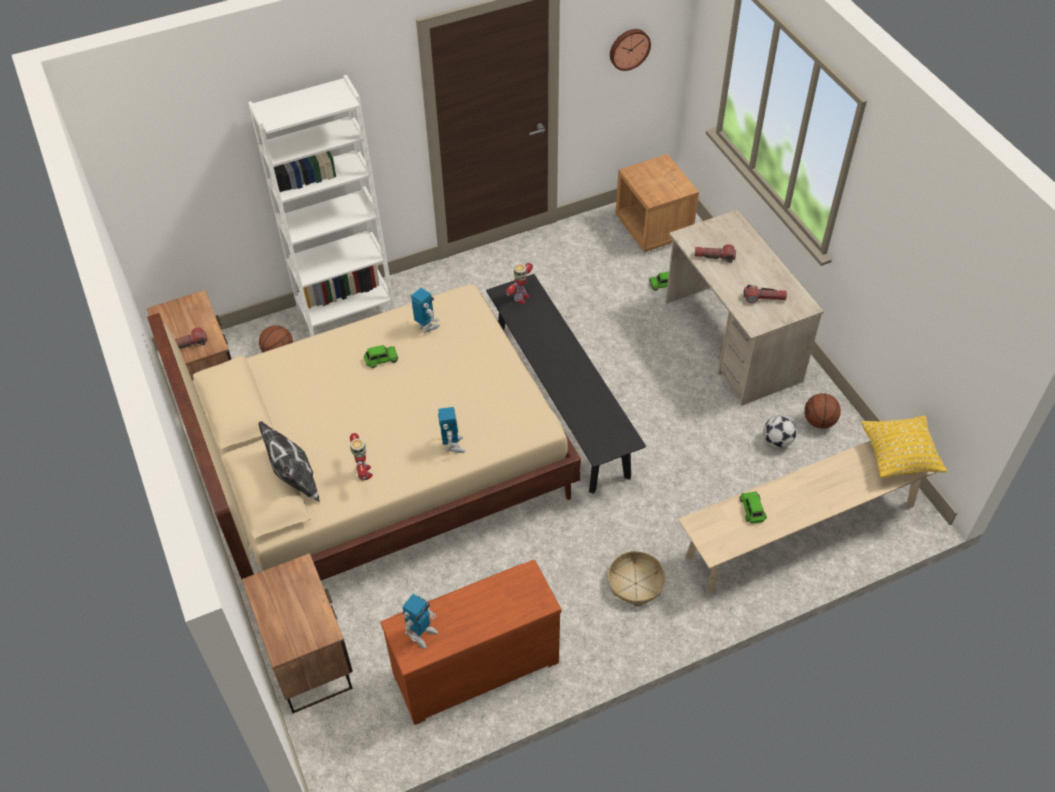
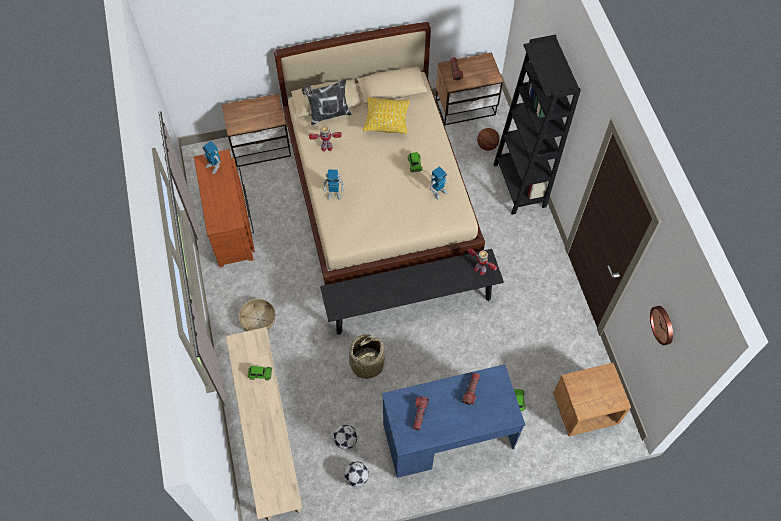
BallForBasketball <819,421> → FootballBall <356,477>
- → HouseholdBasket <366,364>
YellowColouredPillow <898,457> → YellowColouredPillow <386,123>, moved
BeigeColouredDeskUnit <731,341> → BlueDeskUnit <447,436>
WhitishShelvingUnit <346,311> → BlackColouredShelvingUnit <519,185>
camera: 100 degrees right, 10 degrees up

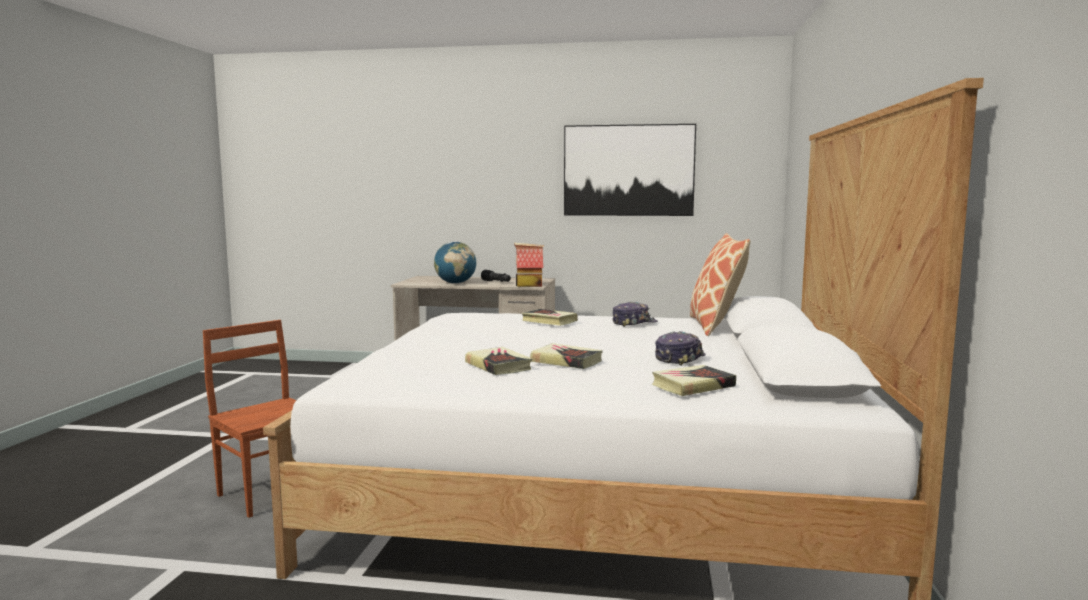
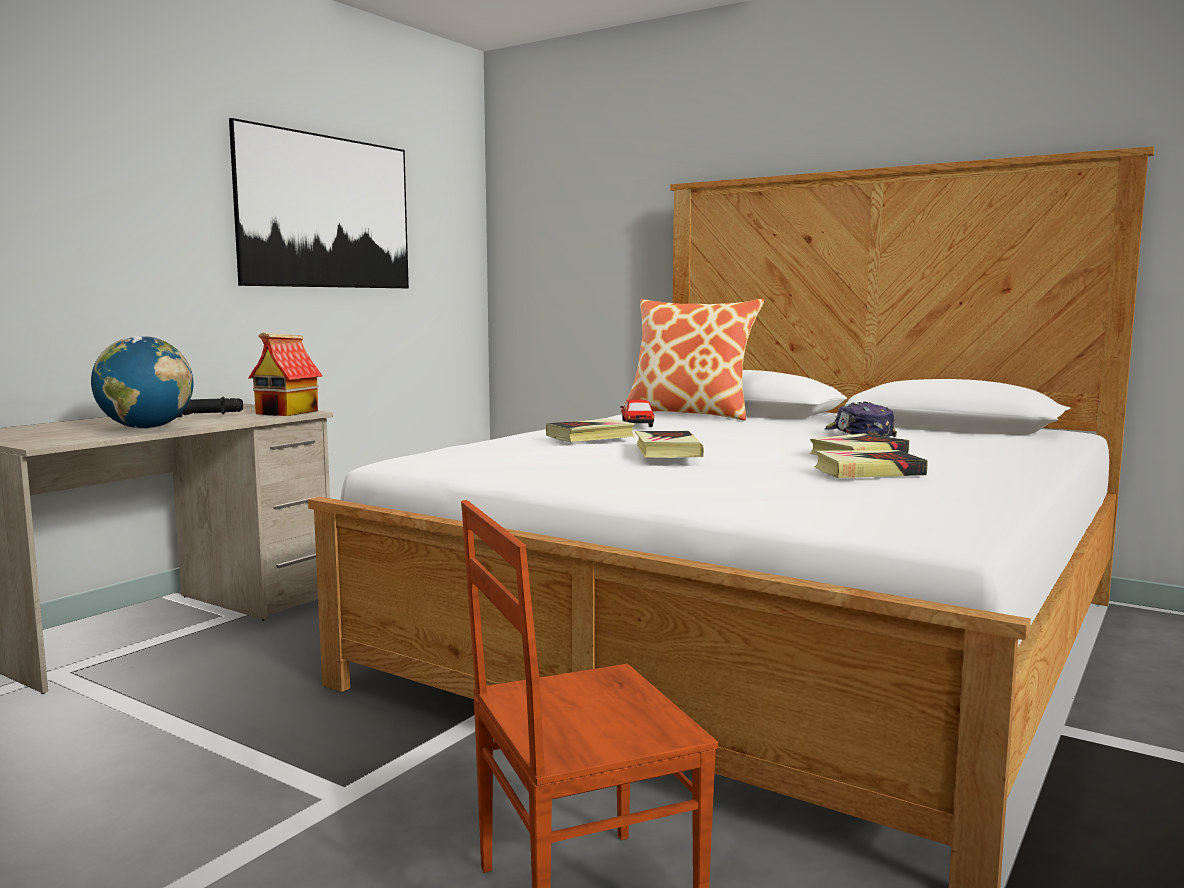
BaseballCap <634,323> → ToyCar <637,424>
BoundBook <693,386> → BoundBook <667,451>, moved
camera: 65 degrees left, 0 degrees up

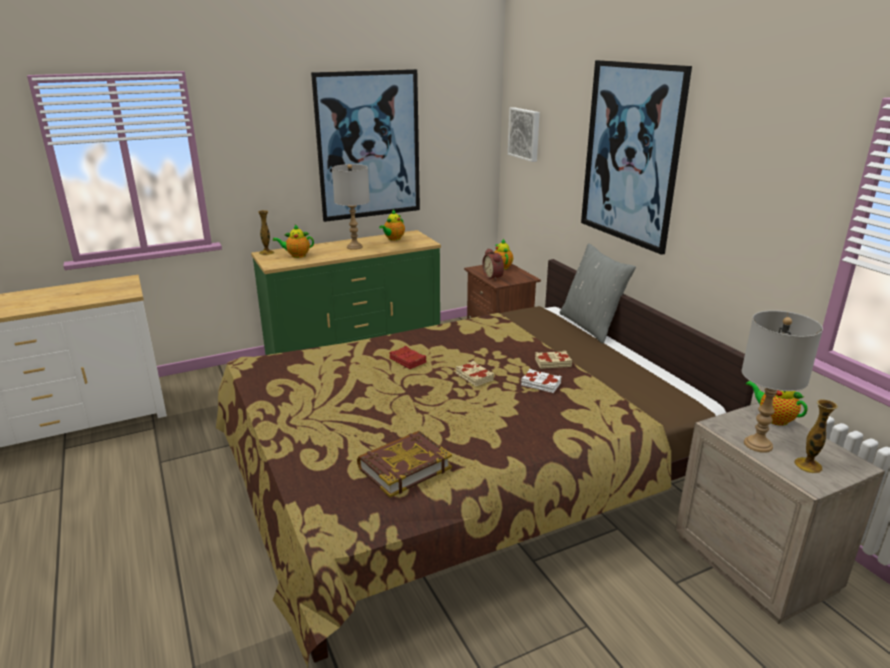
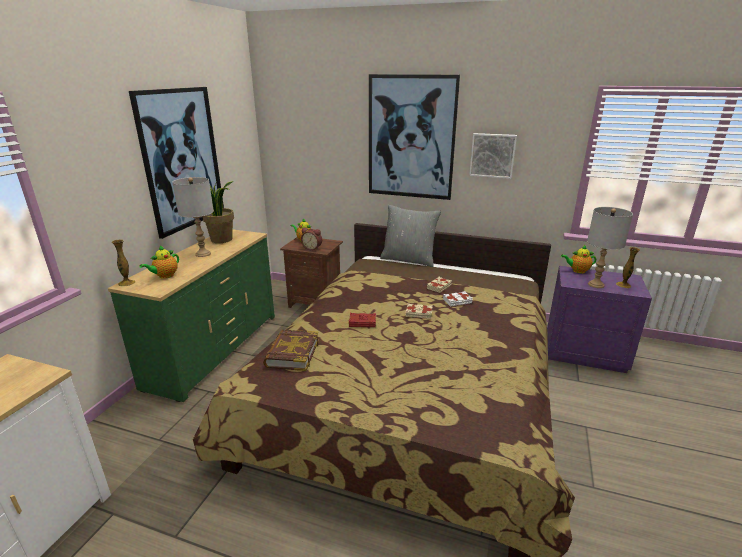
TeaPot <393,239> → Houseplant <222,239>
BoundBook <404,467> → BoundBook <292,353>, moved
WallPicture <525,134> → WallPicture <492,155>, moved
BeigeColouredNightstand <755,563> → PurpleNightstand <584,352>
camera: 45 degrees left, 0 degrees up

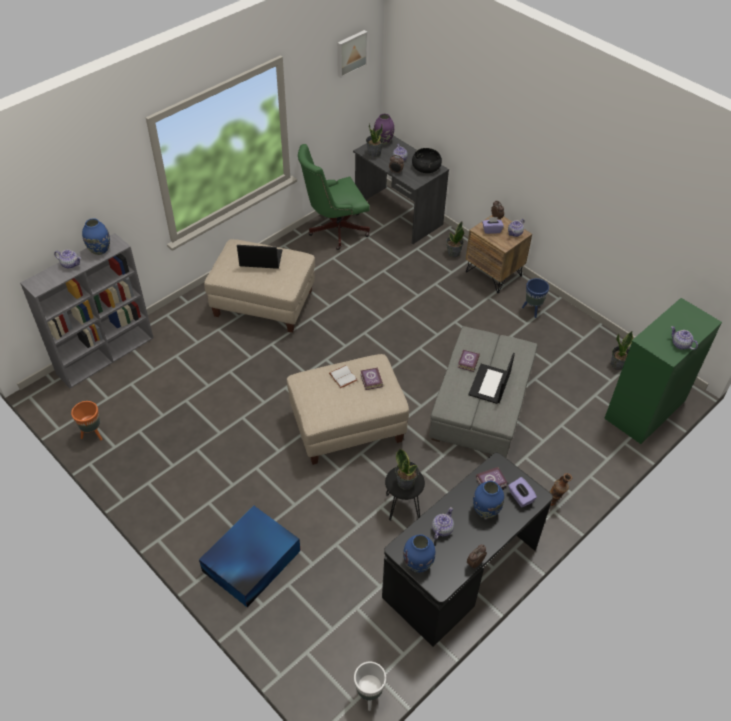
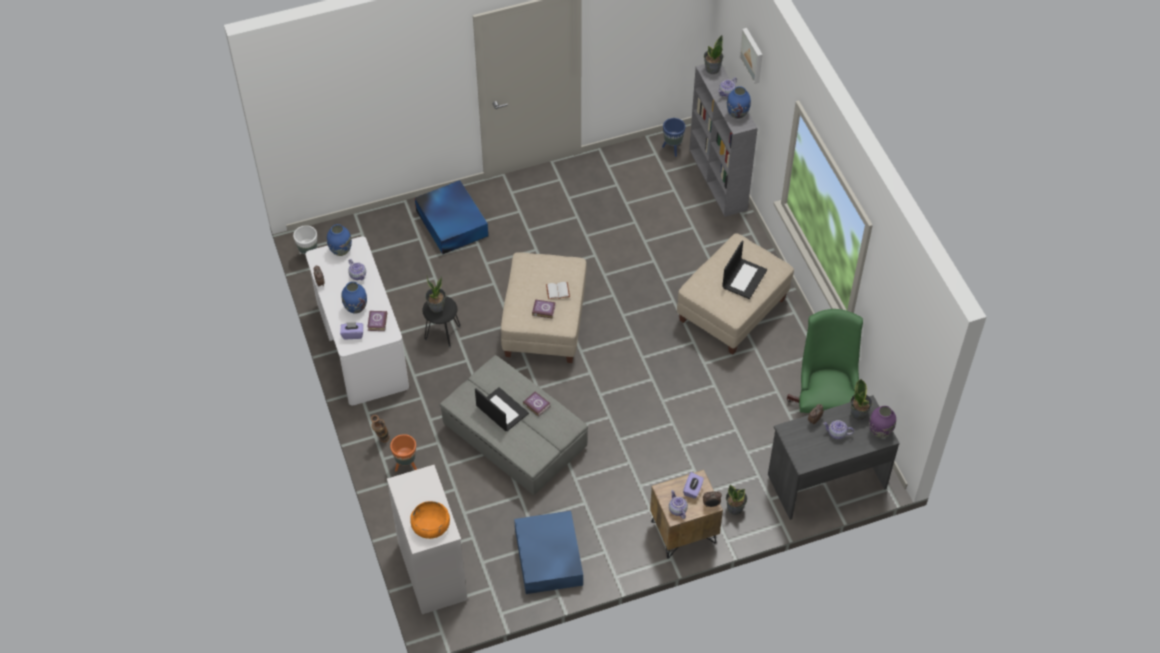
BlackColouredDeskUnit <460,574> → WhitishDeskUnit <361,346>
GreenColouredChestOfDrawers <644,410> → WhitishChestOfDrawers <432,570>
OrangeColouredPlantPot <93,434> → OrangeColouredPlantPot <406,465>, moved
- → OrangeColouredDeepDish <430,525>
- → BlueStorageBox <548,558>
BluePlantPot <532,310> → BluePlantPot <672,149>, moved
Houseplant <618,365> → Houseplant <712,69>, moved
WallPicture <350,53> → WallPicture <753,55>, moved
BlackColouredDeepDish <426,167> → -
TeaPot <680,344> → -
camera: 115 degrees right, 5 degrees up

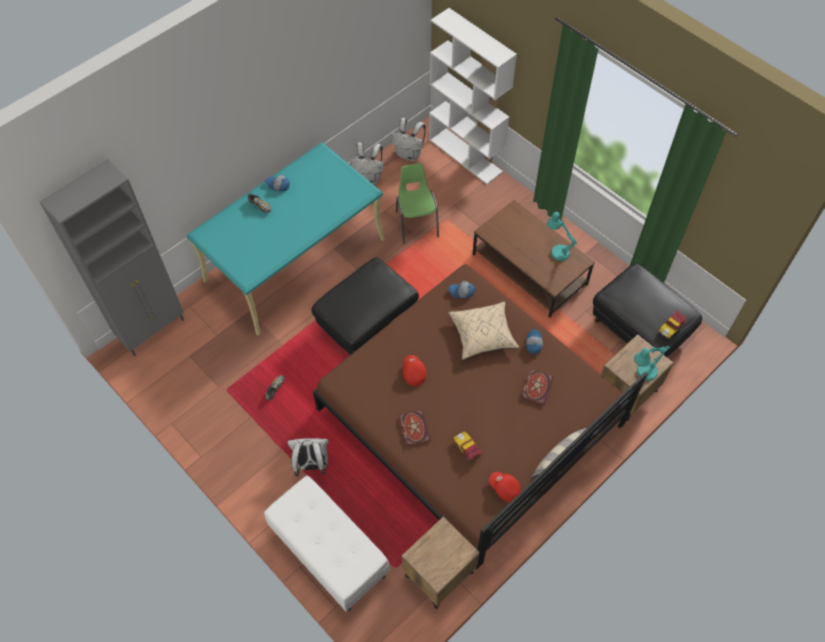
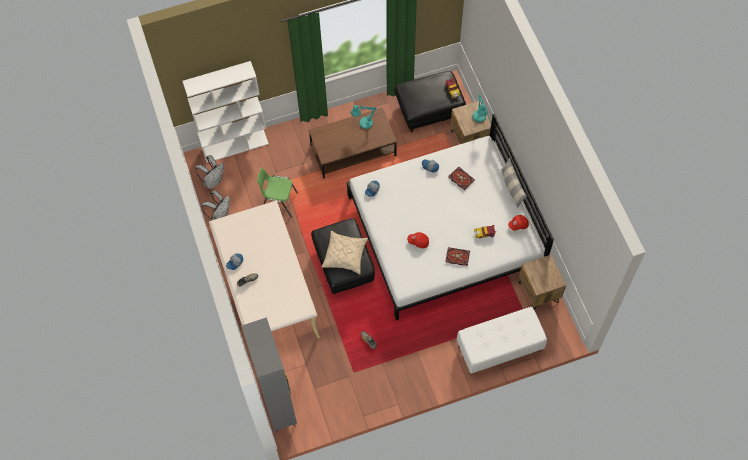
TurquoiseDeskUnit <295,259> → BeigeColouredDeskUnit <267,291>
BeigeColouredPillow <483,335> → BeigeColouredPillow <345,255>, moved
BrownBedroomBed <470,417> → WhitishBedroomBed <444,232>
WhitishKnapsack <311,465> → -
camera: 65 degrees left, 5 degrees up

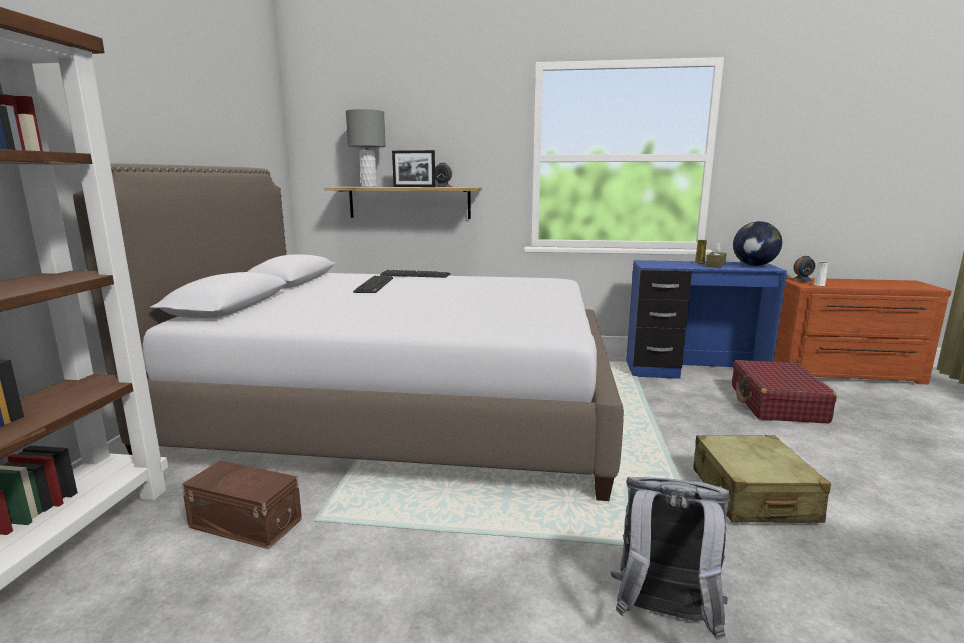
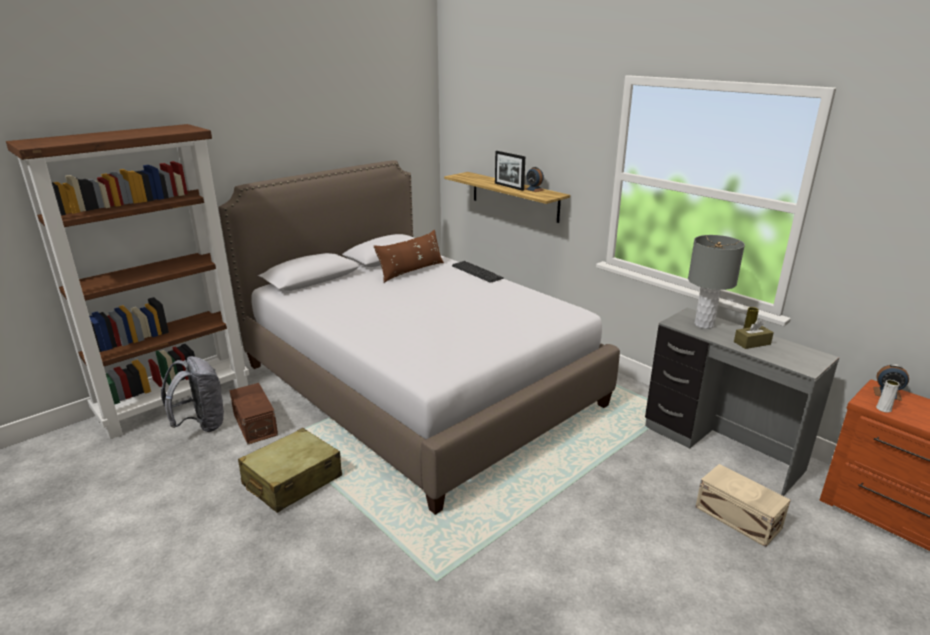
GreyKnapsack <663,616> → GreyKnapsack <201,425>, moved
BeigeColouredSuitcase <752,495> → BeigeColouredSuitcase <292,481>, moved
- → BrownPillow <411,271>
BlueDeskUnit <694,372> → GreyDeskUnit <720,448>
GreyTabletopLamp <368,186> → GreyTabletopLamp <703,324>, moved
RedColouredSuitcase <777,404> → BeigeColouredStorageBox <738,518>
PcKeyboard <374,285> → -
Globe <754,265> → -
camera: 40 degrees right, 10 degrees up

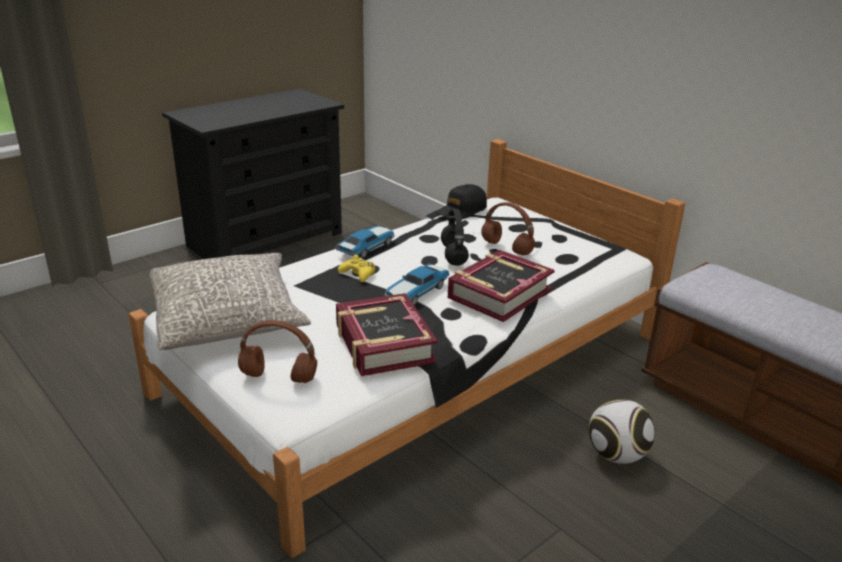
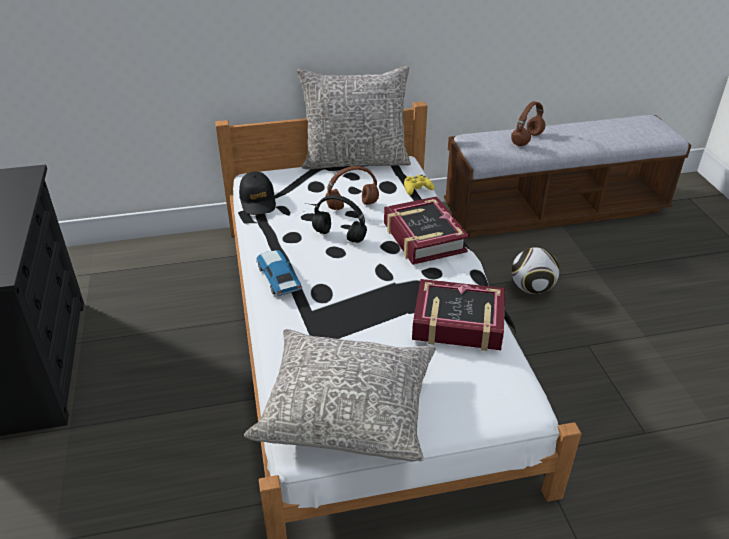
- → GreyPillow <355,160>
YellowColouredGamepad <358,274> → YellowColouredGamepad <417,188>, moved
BrownHeadset <277,377> → BrownHeadset <527,140>, moved
ToyCar <416,292> → -
camera: 60 degrees left, 10 degrees up

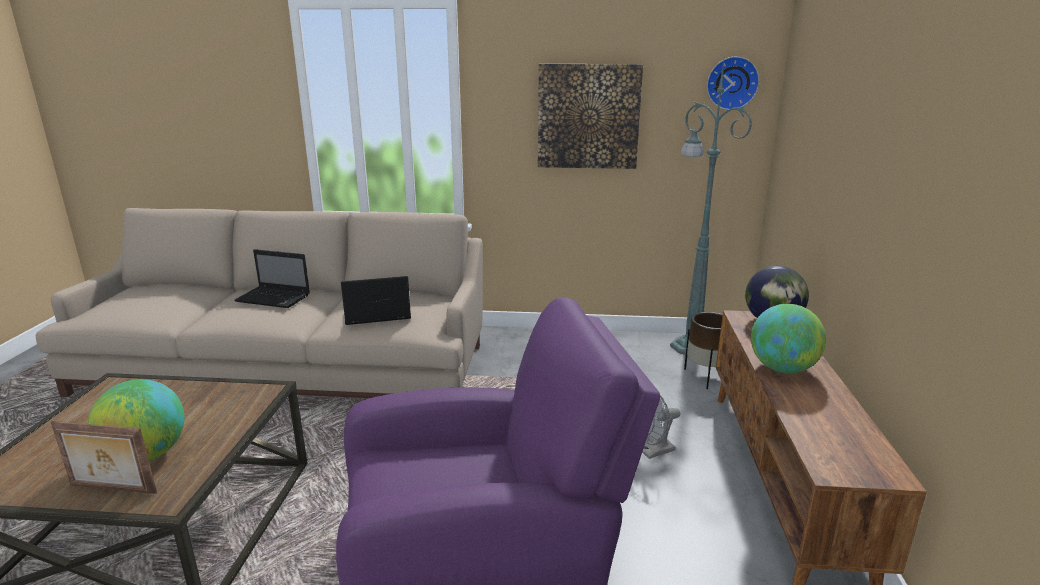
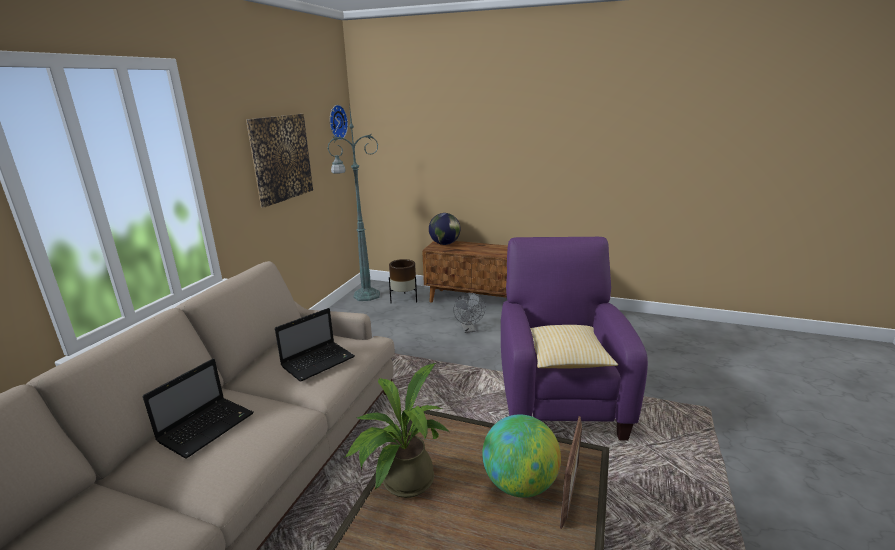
PortableComputer <376,315> → PortableComputer <319,361>, 135 degrees counterclockwise
- → Houseplant <402,483>
- → Pillow <566,360>
Globe <782,368> → -
camera: 75 degrees left, 0 degrees up

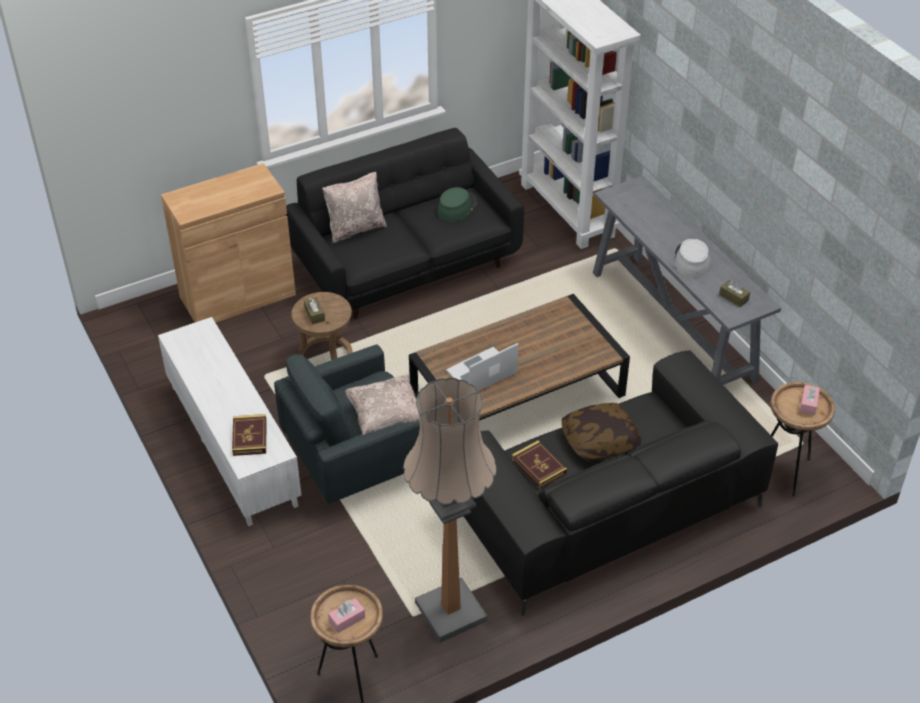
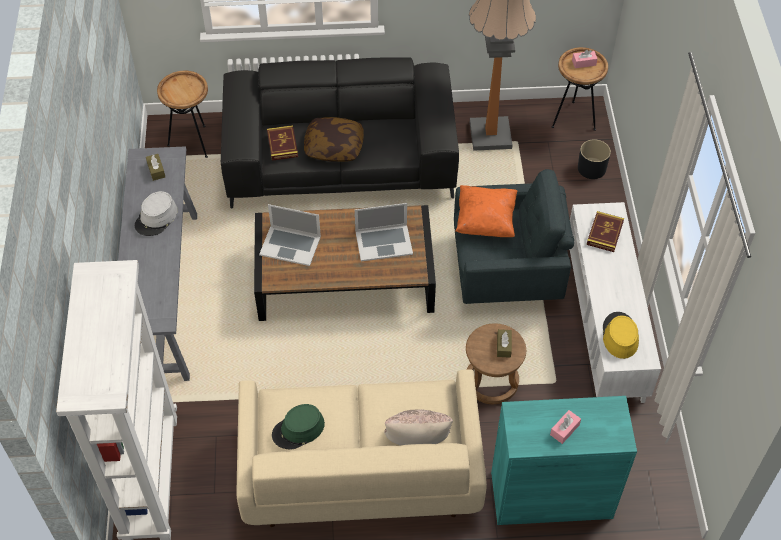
BlackColouredSettee <406,263> → BeigeColouredSettee <360,469>
- → PortableComputer <290,245>
BoundBook <539,466> → BoundBook <282,144>, moved
BeigeColouredPillow <386,418> → OrangeColouredPillow <485,221>
BrownStorageCabinet <238,296> → TurquoiseStorageCabinet <551,495>
PinkishBoxOfTissues <808,404> → PinkishBoxOfTissues <564,429>, moved
- → BlackColouredPlantPot <591,168>
- → YellowColouredWearableHat <619,336>
camera: 155 degrees left, 10 degrees up

